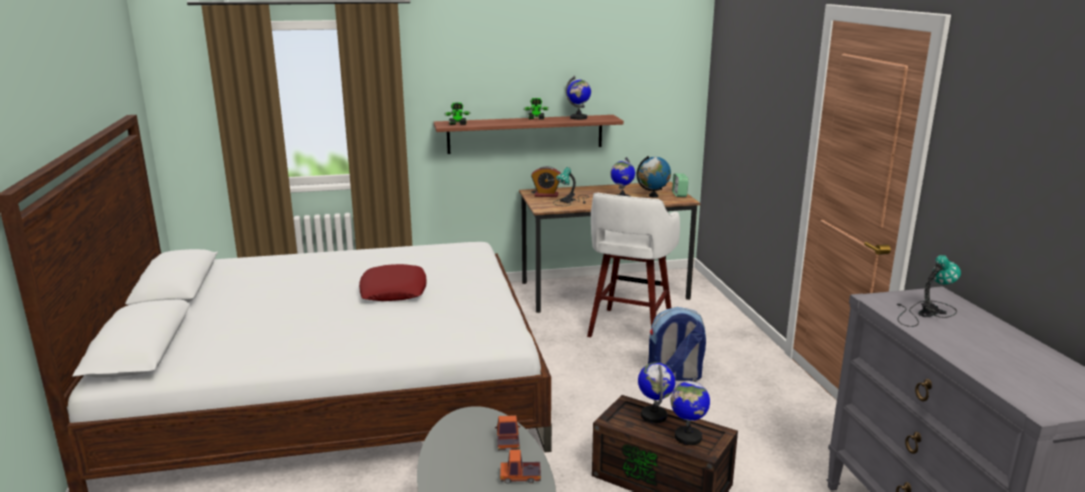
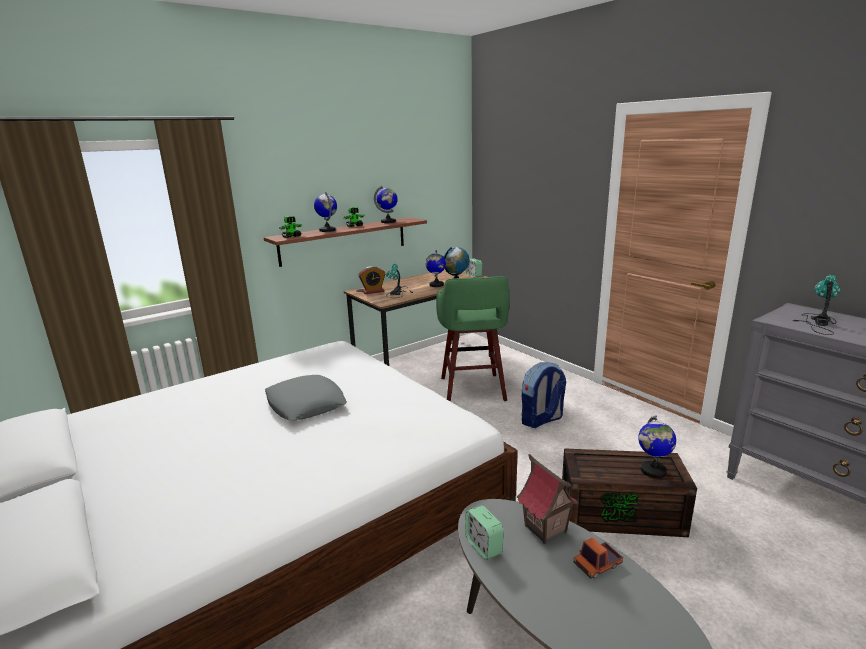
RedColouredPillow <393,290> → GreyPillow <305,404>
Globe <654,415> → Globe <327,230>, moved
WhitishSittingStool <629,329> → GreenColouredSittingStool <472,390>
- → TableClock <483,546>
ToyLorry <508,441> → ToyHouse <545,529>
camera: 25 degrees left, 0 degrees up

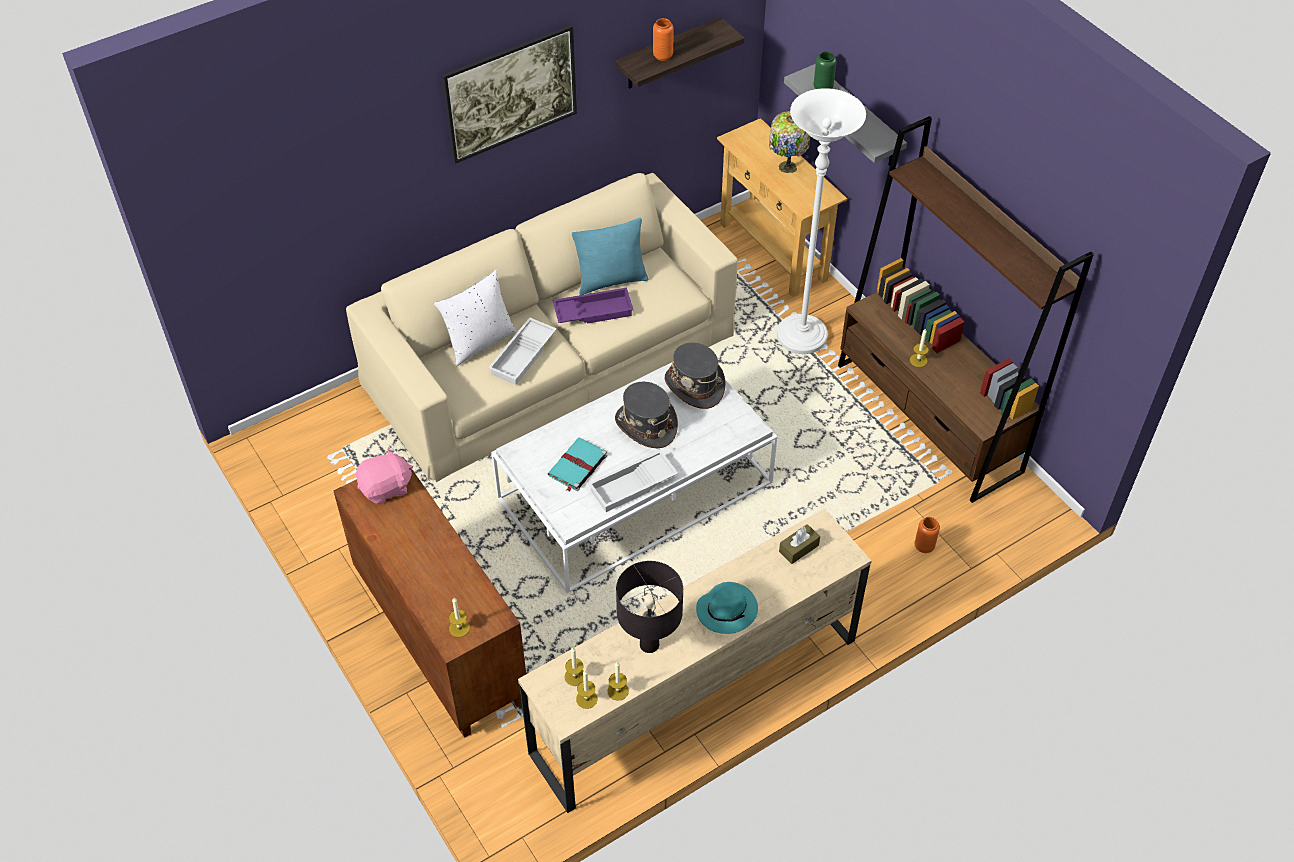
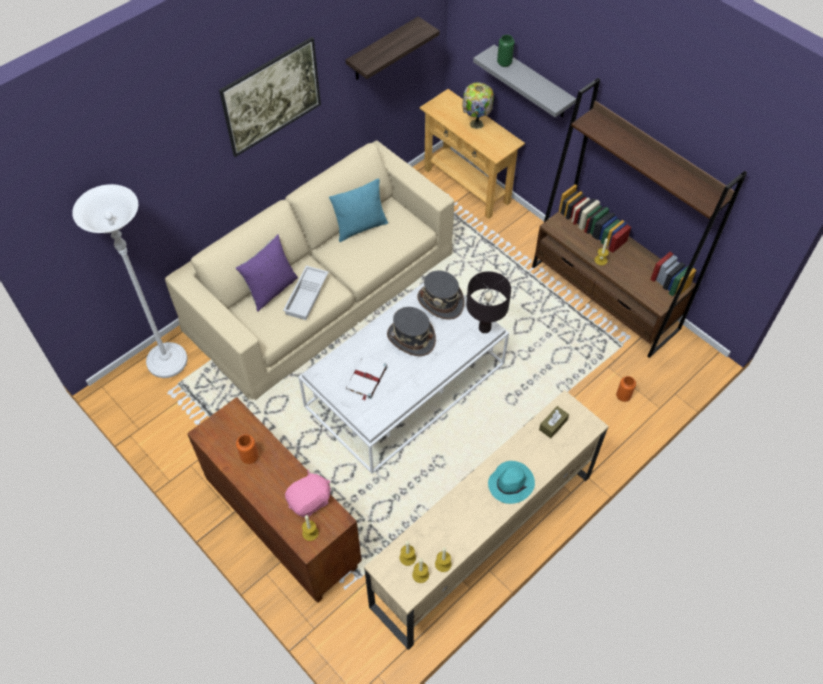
WhitishStandingLamp <801,336> → WhitishStandingLamp <167,361>, moved
WhitishPillow <479,342> → PurplePillow <271,289>
OrangeColouredDecorativeVase <663,56> → OrangeColouredDecorativeVase <249,457>, moved
PinkishPlushToy <386,488> → PinkishPlushToy <310,501>, moved
TurquoiseBoundBook <577,466> → WhitishBoundBook <366,379>
BlackColouredTabletopLamp <649,644> → BlackColouredTabletopLamp <484,328>, moved
PurpleServingTray <593,311> → -
WhitishServingTray <633,486> → -
camera: 10 degrees left, 5 degrees up

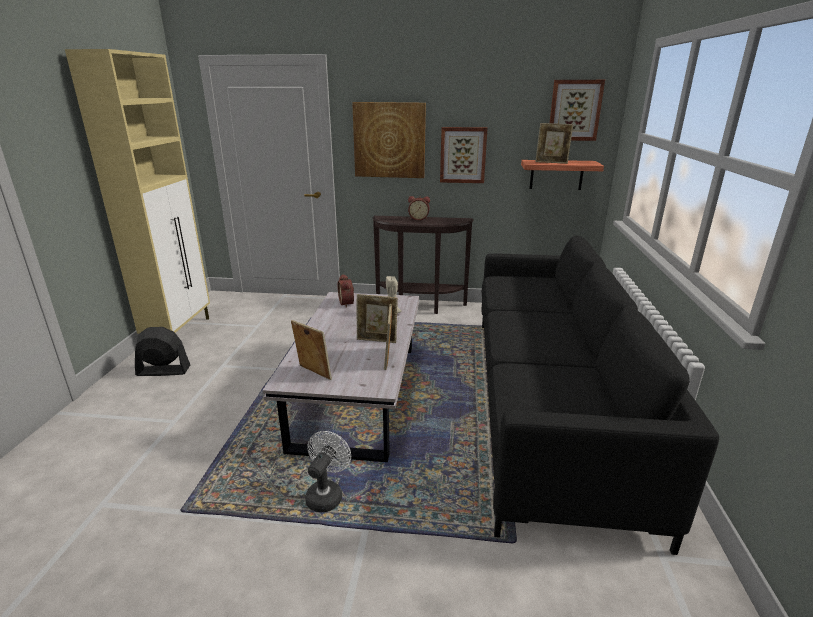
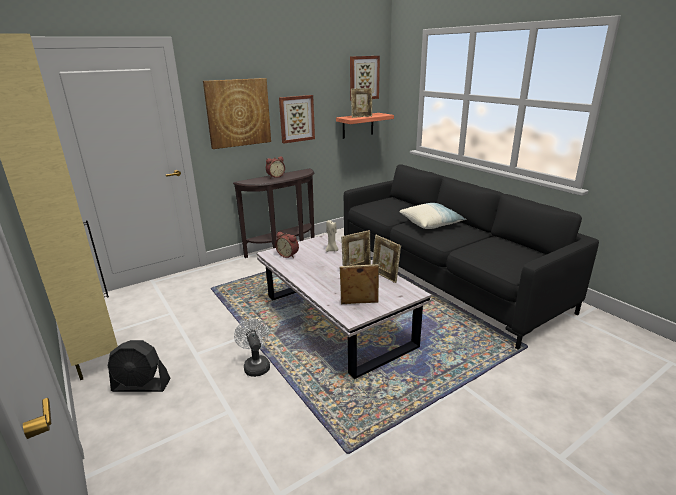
BlackColouredElectricFan <163,371> → BlackColouredElectricFan <141,385>, 135 degrees counterclockwise
WhitishElectricFan <327,494> → WhitishElectricFan <256,365>, moved
- → Pillow <431,224>
camera: 40 degrees left, 0 degrees up

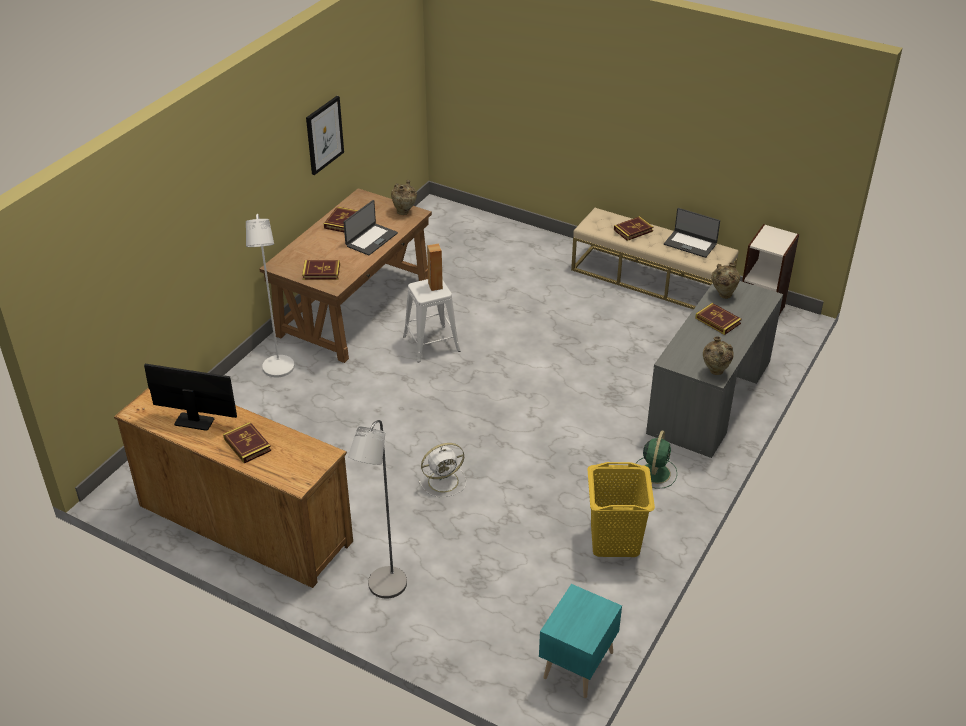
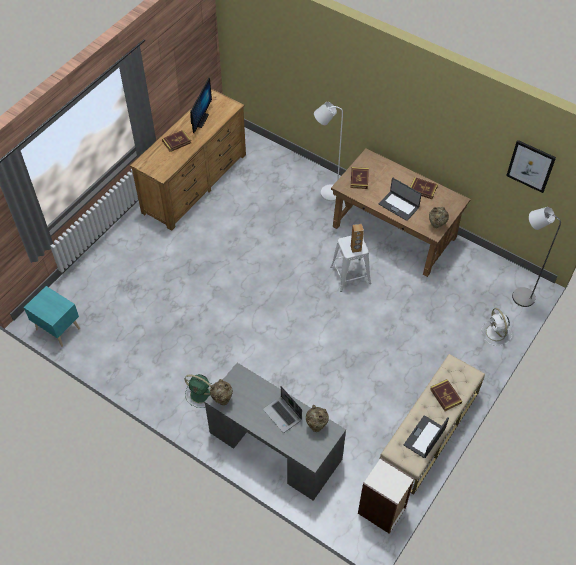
BoundBook <717,321> → PortableComputer <283,415>
WhitishElectricFan <444,481> → WhitishElectricFan <496,333>, moved
WallPicture <324,135> → WallPicture <531,166>, moved
GreyStandingLamp <384,589> → GreyStandingLamp <519,295>, moved
YellowColouredLaundryBasket <614,540> → -
camera: 95 degrees right, 15 degrees up

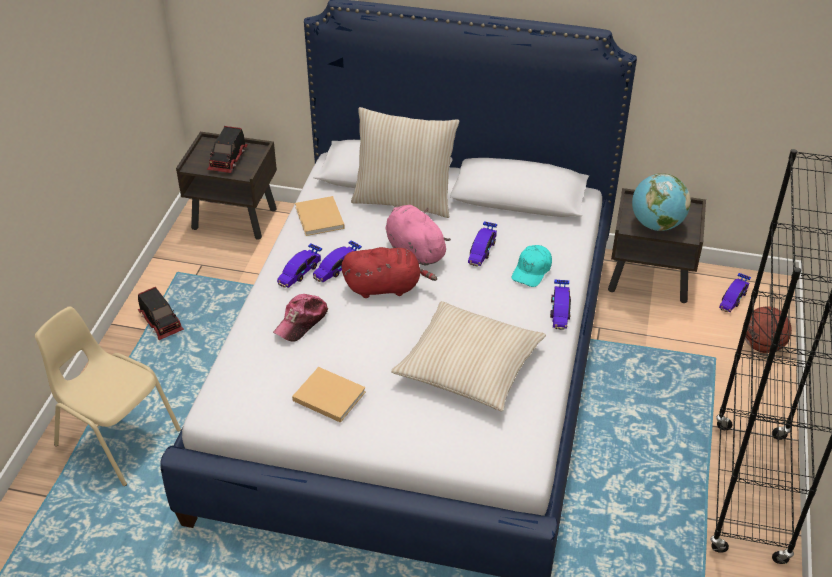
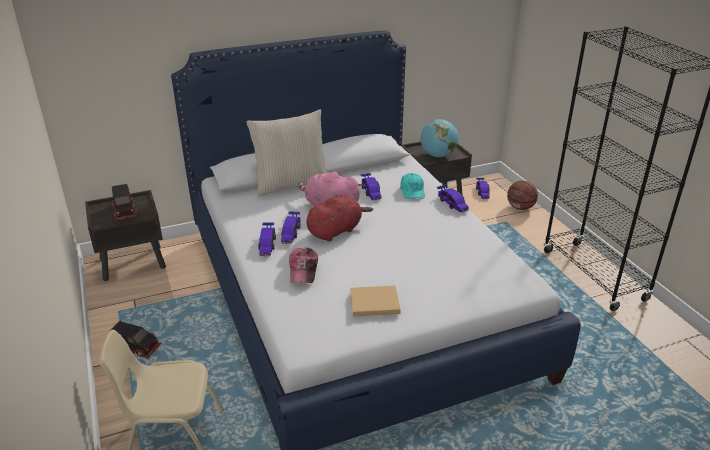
BeigeColouredBoundBook <320,219> → -
BeigeColouredPillow <469,366> → -
camera: 35 degrees left, 10 degrees down

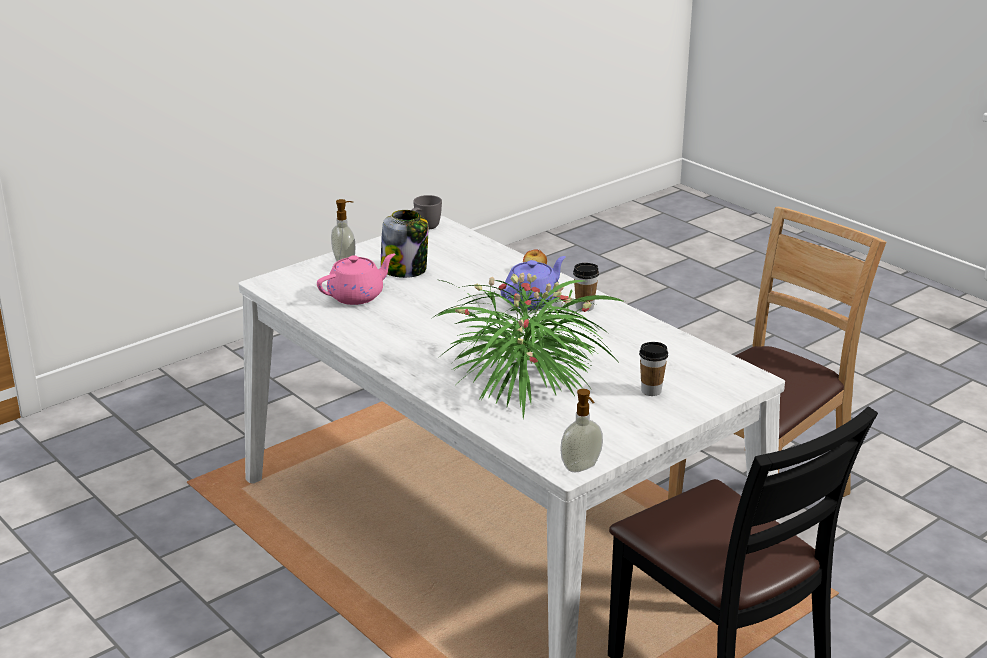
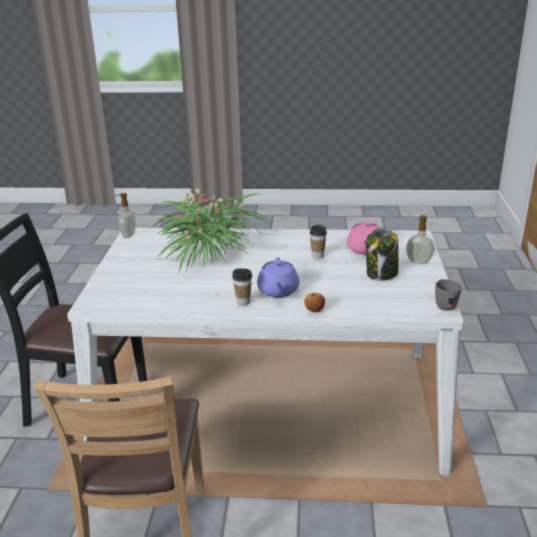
Cup <651,391> → Cup <317,255>, moved
camera: 135 degrees right, 0 degrees up

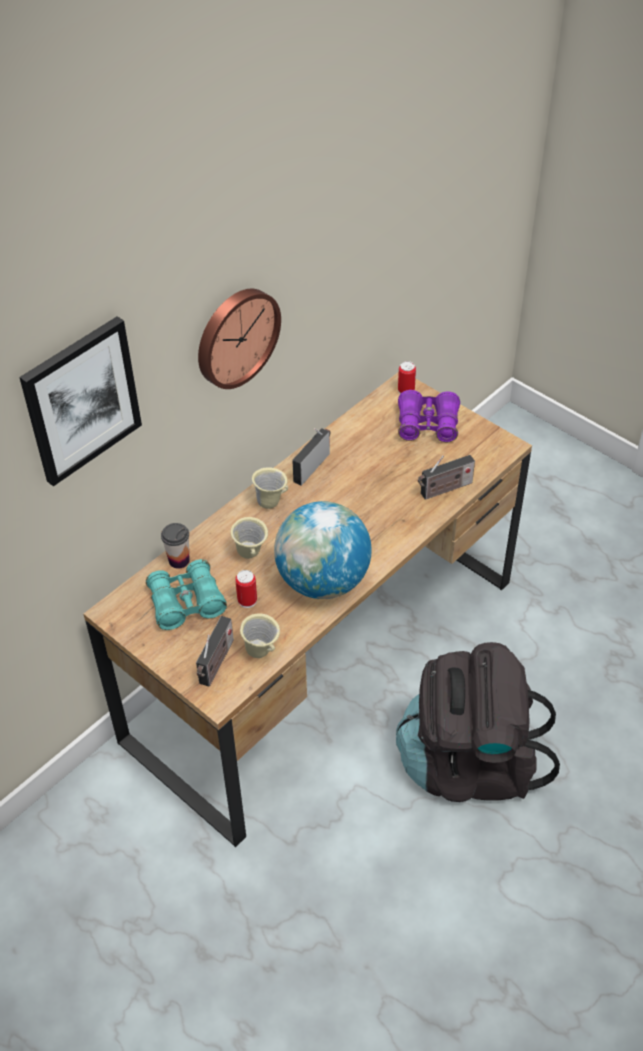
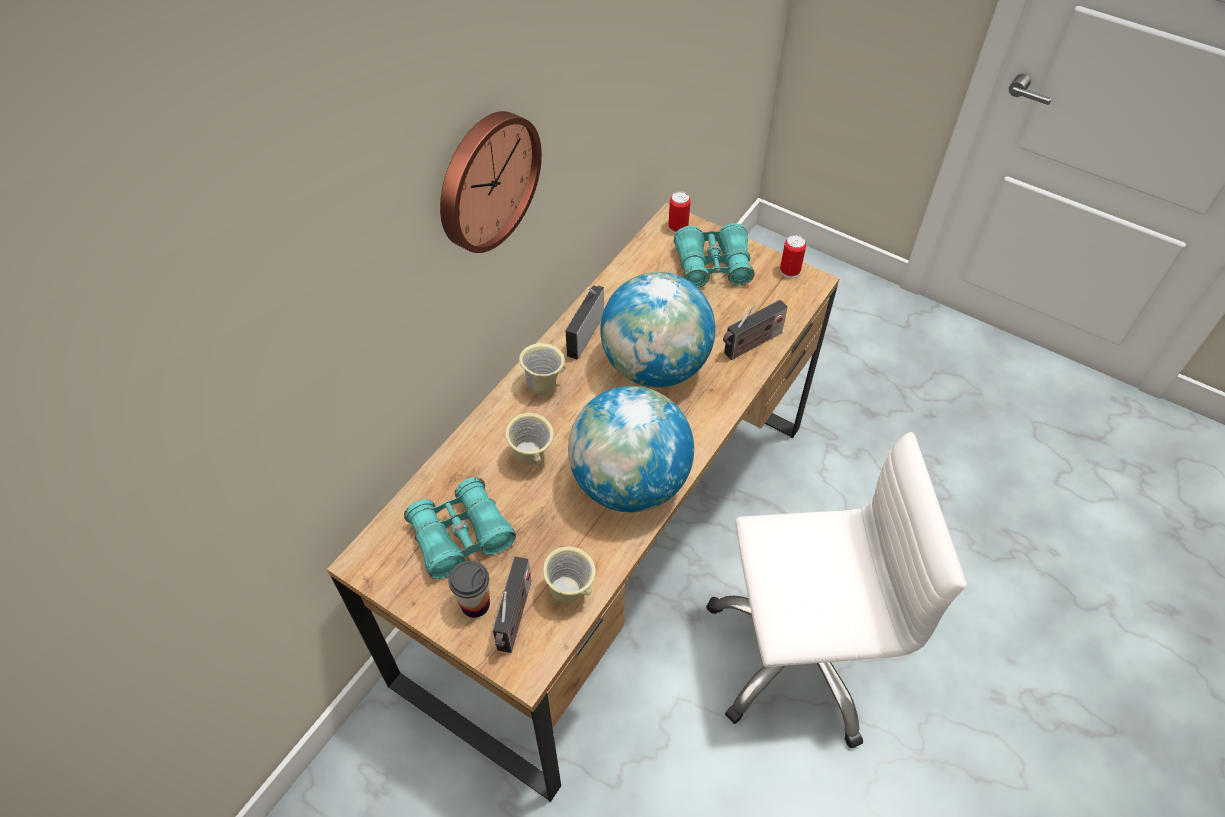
Cup <179,560> → Cup <475,604>, moved
- → Globe <655,366>
PurpleBinoculars <427,425> → TurquoiseBinoculars <713,266>
BlackColouredKnapsack <469,763> → WhitishComputerChair <800,651>
MetalCan <247,600> → MetalCan <789,271>, moved
WallPicture <81,400> → -
camera: 10 degrees left, 5 degrees up

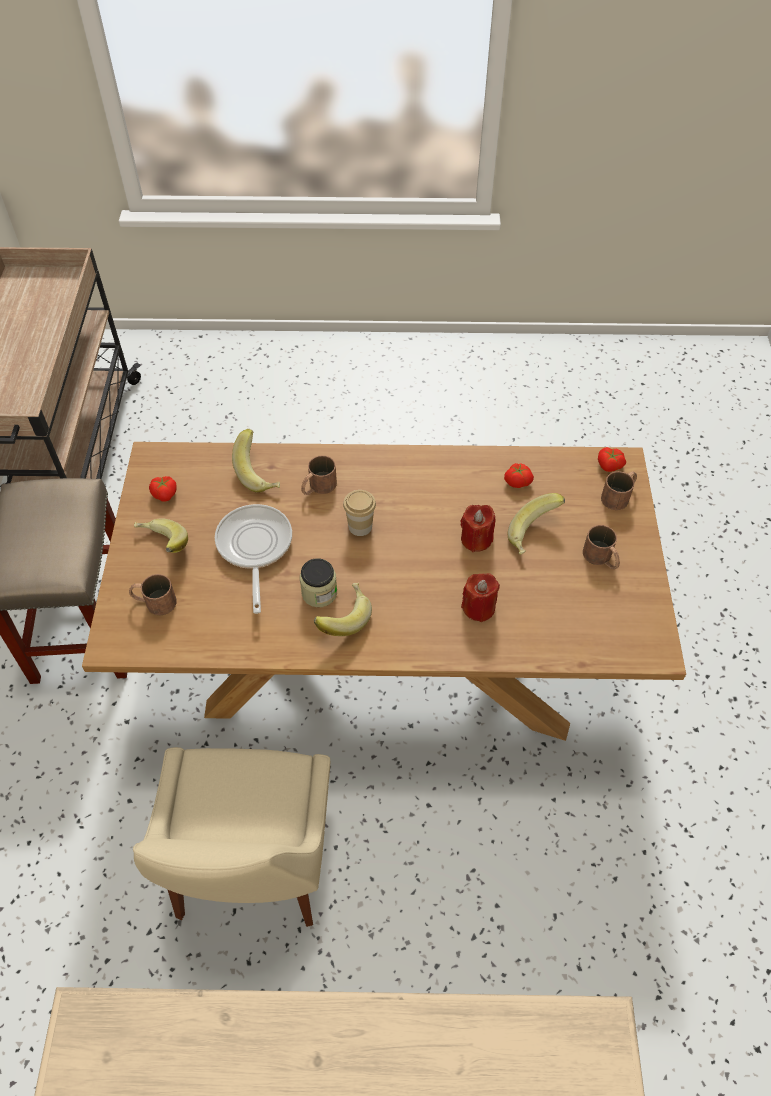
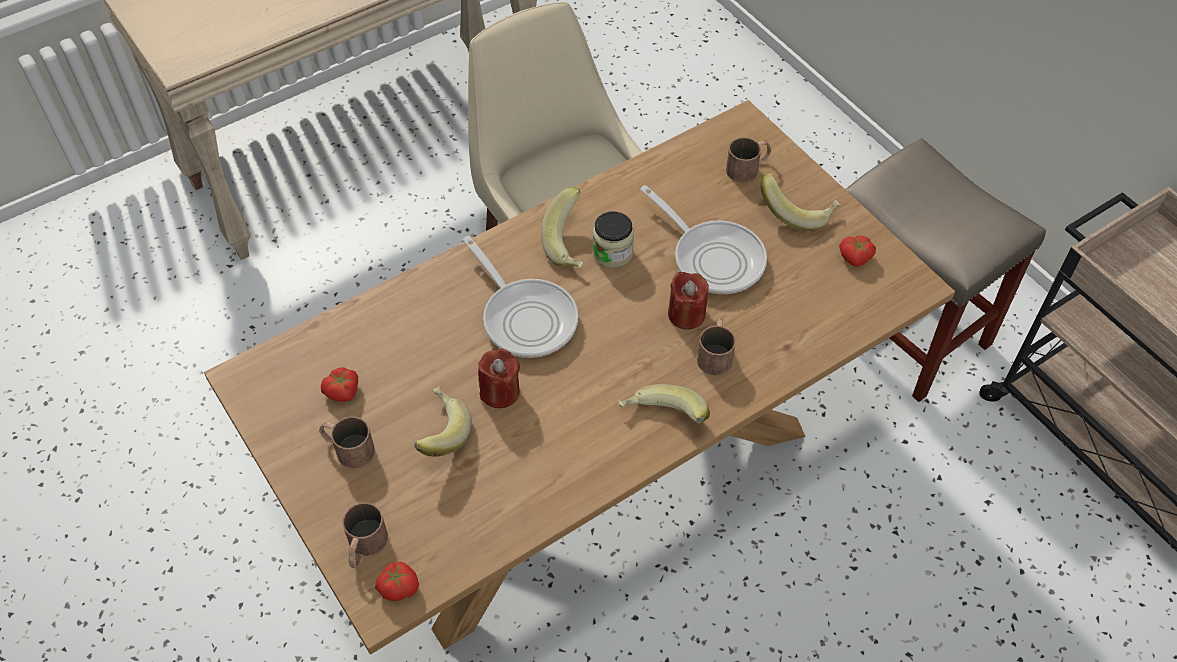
WholeTomato <517,481> → WholeTomato <343,392>, moved
- → FryingPan <526,317>
BananaFruit <260,473> → BananaFruit <662,420>, moved
RedColouredWaxCandle <478,607> → RedColouredWaxCandle <686,314>, moved
Cup <360,526> → -
camera: 145 degrees right, 0 degrees up

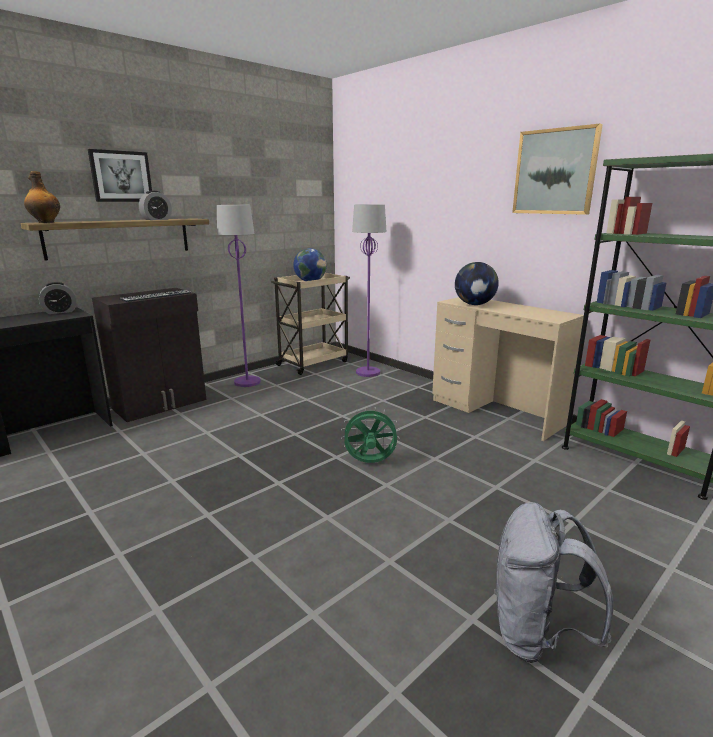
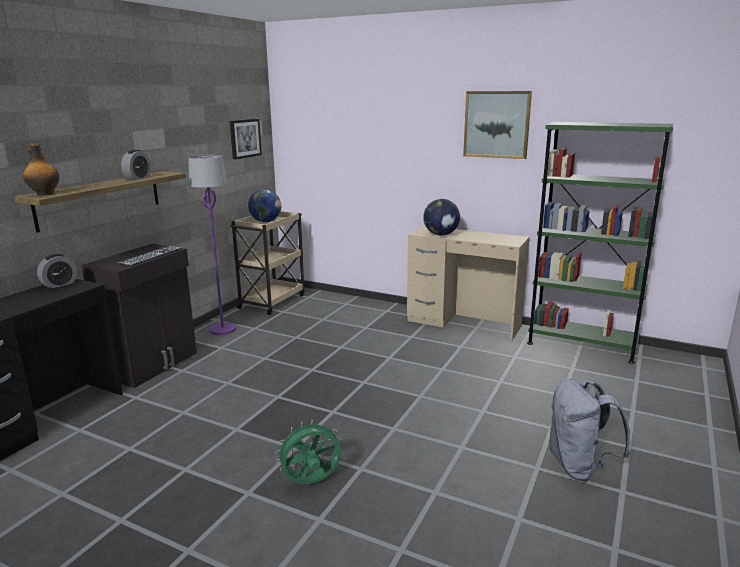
WallPicture <121,176> → WallPicture <244,138>, moved
GreenColouredElectricFan <369,463> → GreenColouredElectricFan <311,483>, moved
PurpleStandingLamp <368,372> → -
camera: 20 degrees left, 0 degrees up

